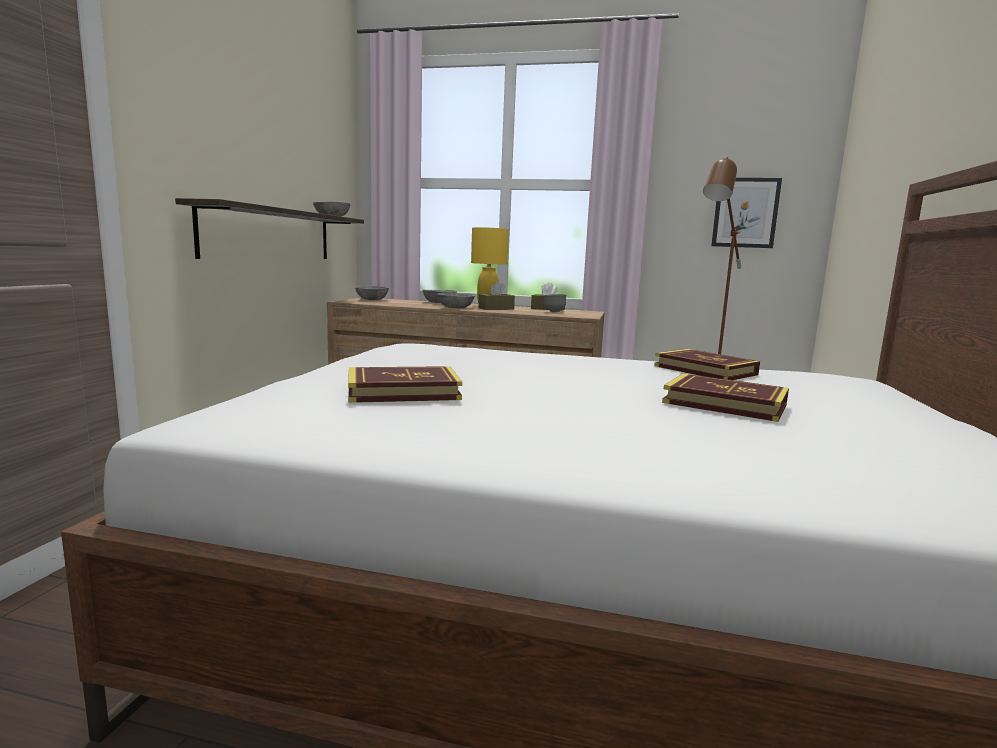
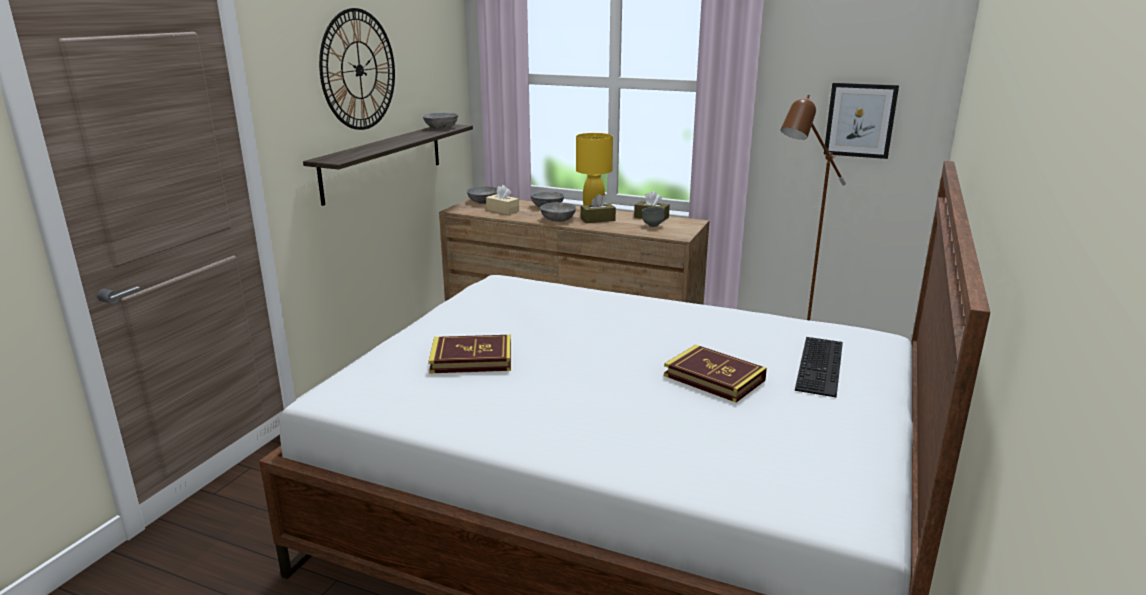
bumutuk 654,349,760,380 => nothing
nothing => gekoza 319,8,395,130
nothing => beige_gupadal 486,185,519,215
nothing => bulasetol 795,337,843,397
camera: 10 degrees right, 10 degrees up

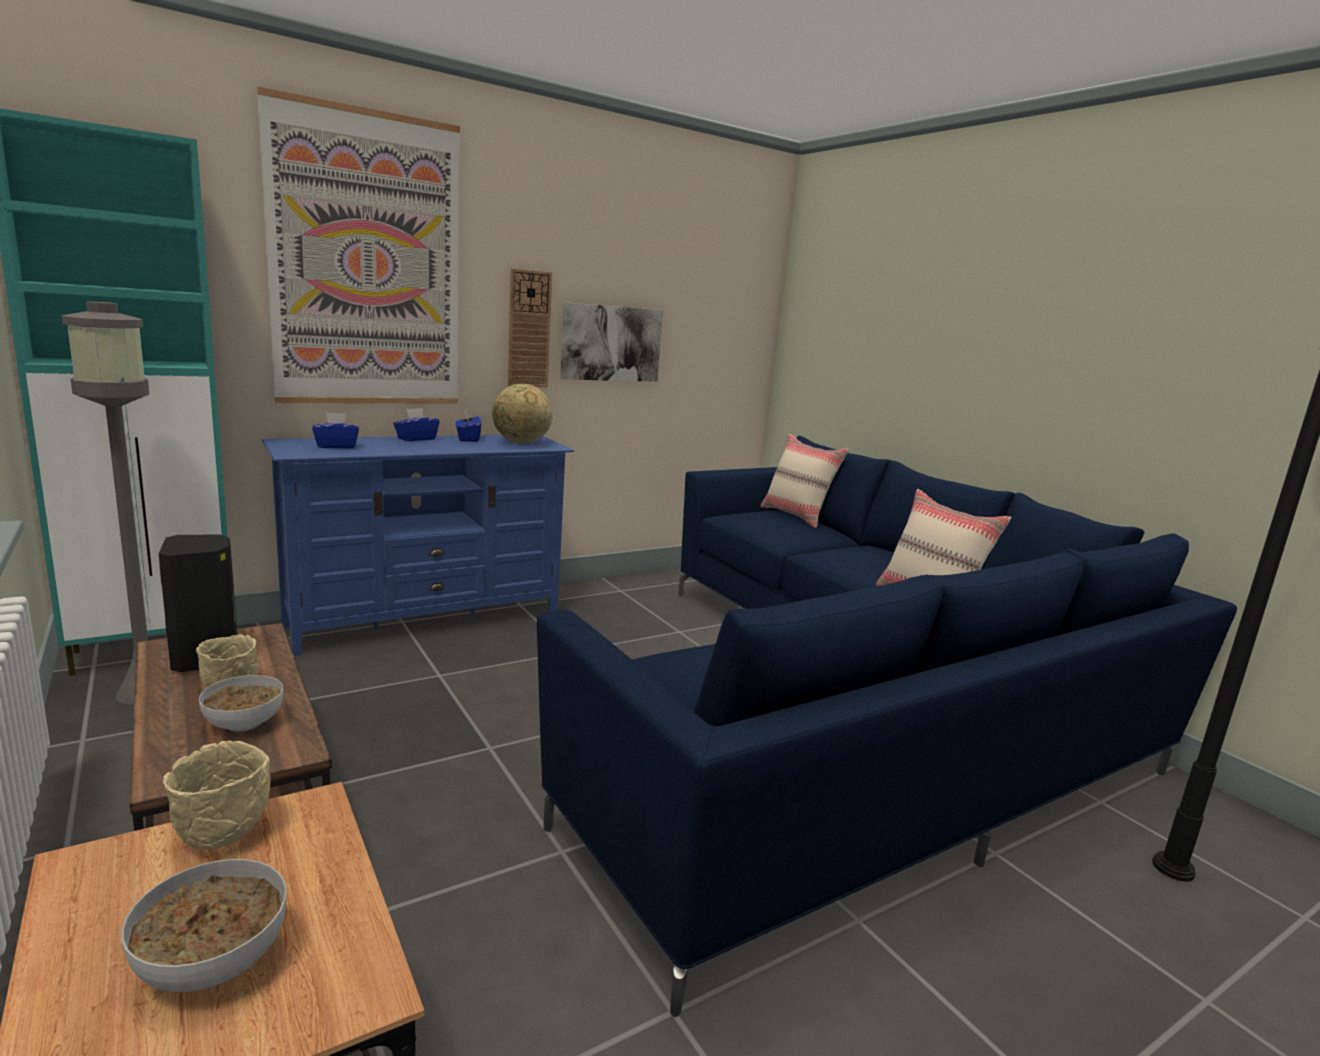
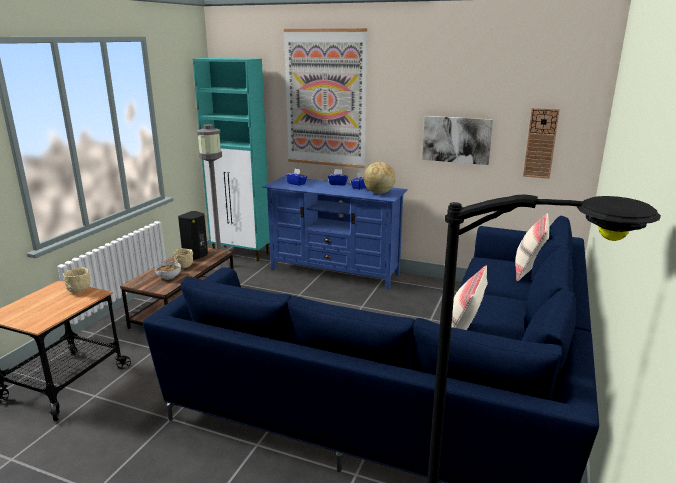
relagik 121,859,287,992 => nothing
gekoza 508,268,552,387 => gekoza 523,108,560,179, shifted
camera: 55 degrees right, 5 degrees up

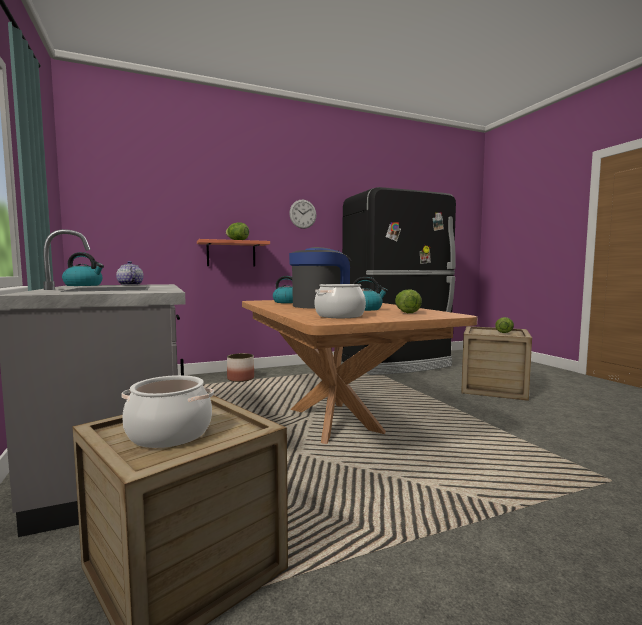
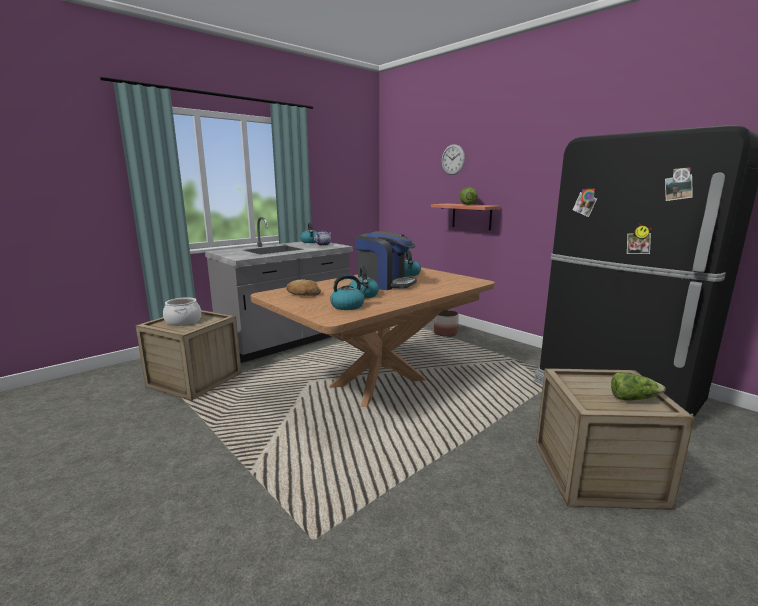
gekoza 289,200,316,229 => gekoza 442,144,465,175, shifted
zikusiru 315,284,366,318 => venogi 286,279,321,296
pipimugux 395,289,422,313 => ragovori 330,274,369,310
camera: 70 degrees right, 10 degrees up

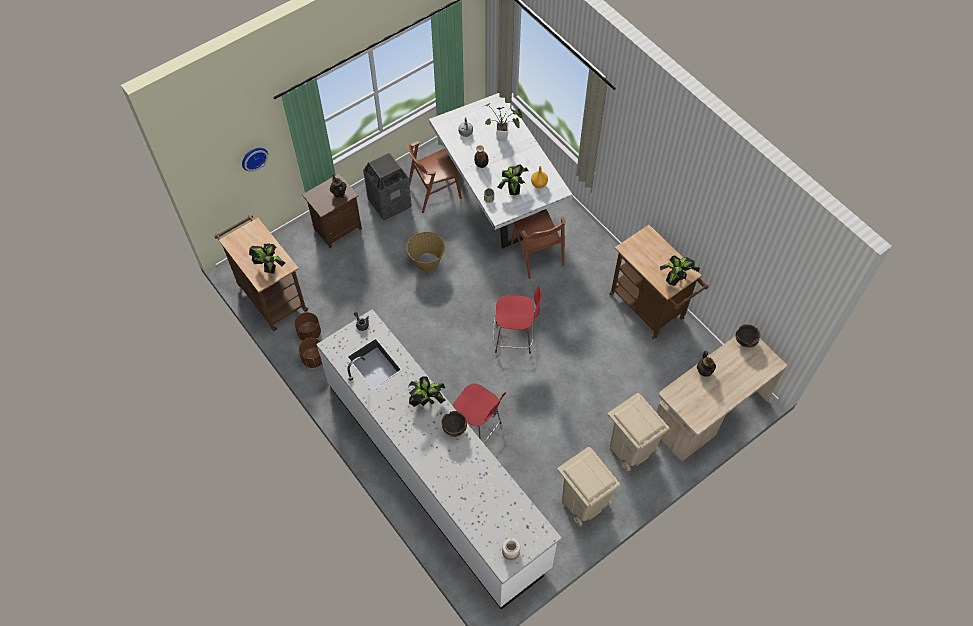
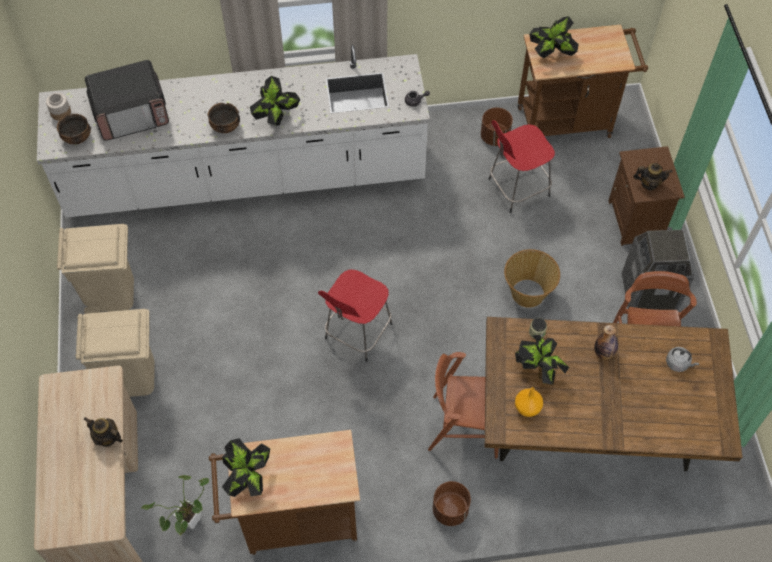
gekoza 242,148,268,172 => nothing
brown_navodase 299,338,322,368 => brown_navodase 433,481,471,526, shifted
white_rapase 429,93,573,249 => brown_rapase 485,317,742,471
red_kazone 453,383,506,443 => red_kazone 488,120,555,213, shifted
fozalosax 483,103,523,141 => fozalosax 141,475,209,536, shifted
relagik 736,324,761,348 => relagik 57,114,91,144, shifted
nothing => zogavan 85,60,169,141
camera: 120 degrees right, 0 degrees up

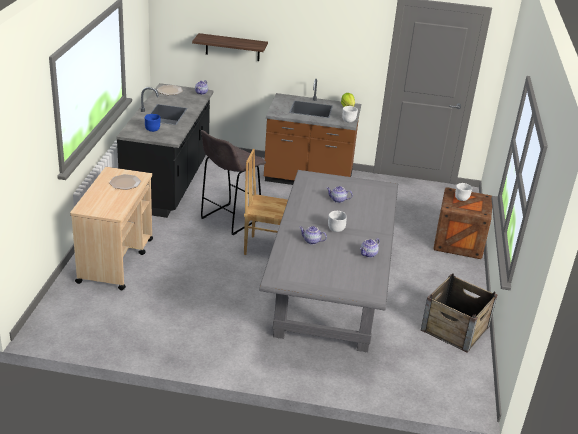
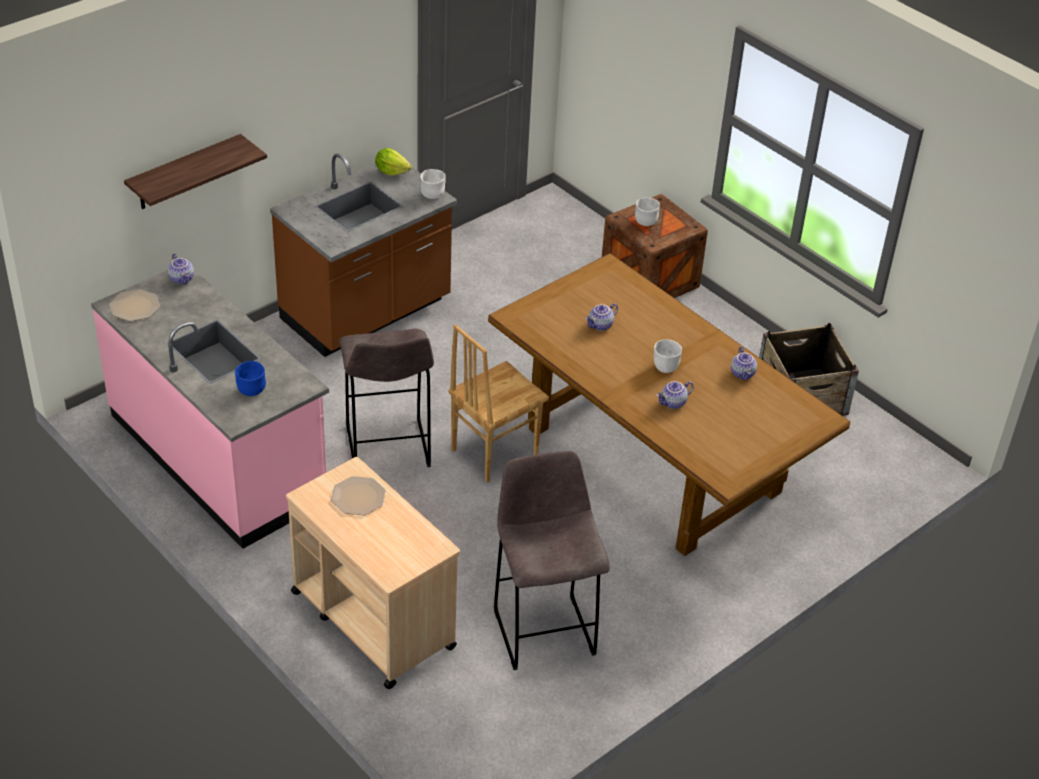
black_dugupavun 117,83,214,218 => pink_dugupavun 91,270,329,549
grey_rapase 259,170,398,352 => brown_rapase 488,253,851,556
nothing => grey_kazone 494,451,610,670
camera: 50 degrees left, 10 degrees up

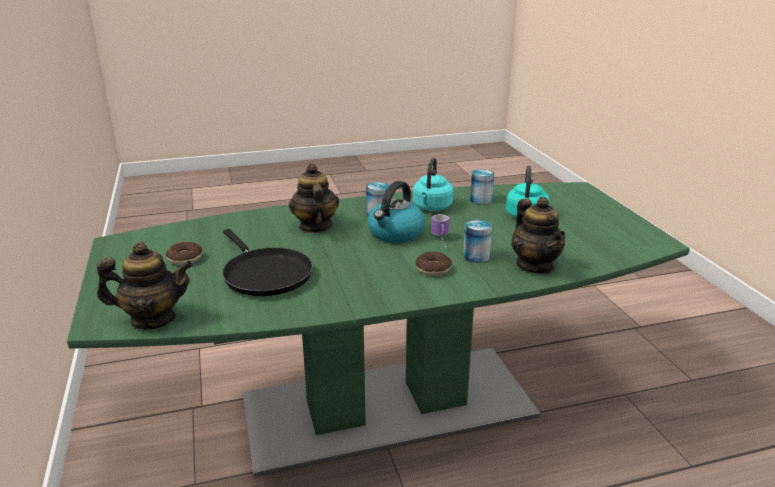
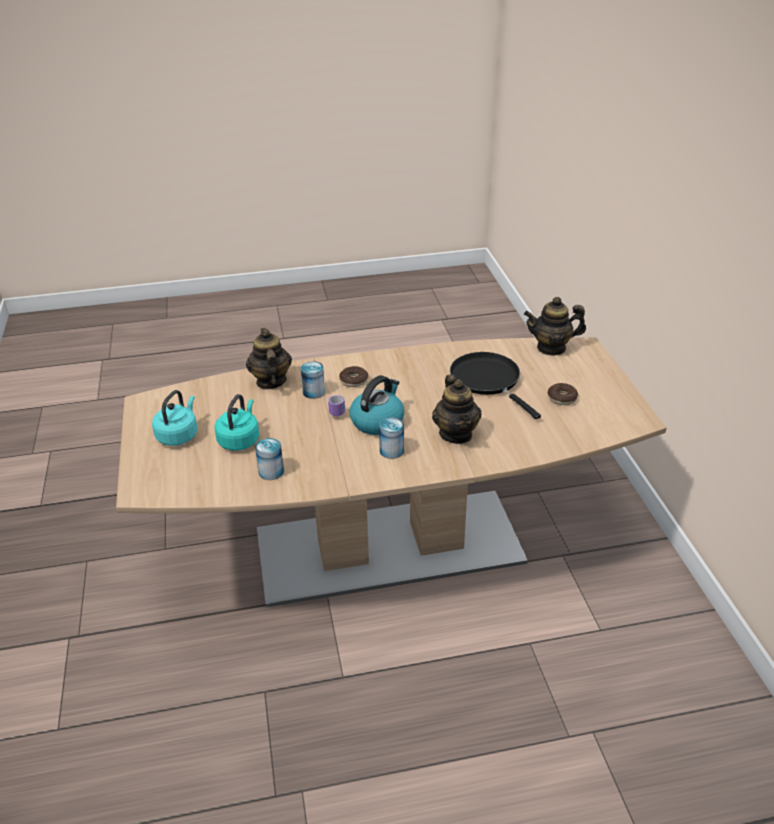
green_rapase 67,182,690,477 => brown_rapase 116,337,667,607
turquoise_ragovori 413,158,453,211 => turquoise_ragovori 152,390,197,446, shifted
camera: 175 degrees left, 10 degrees up

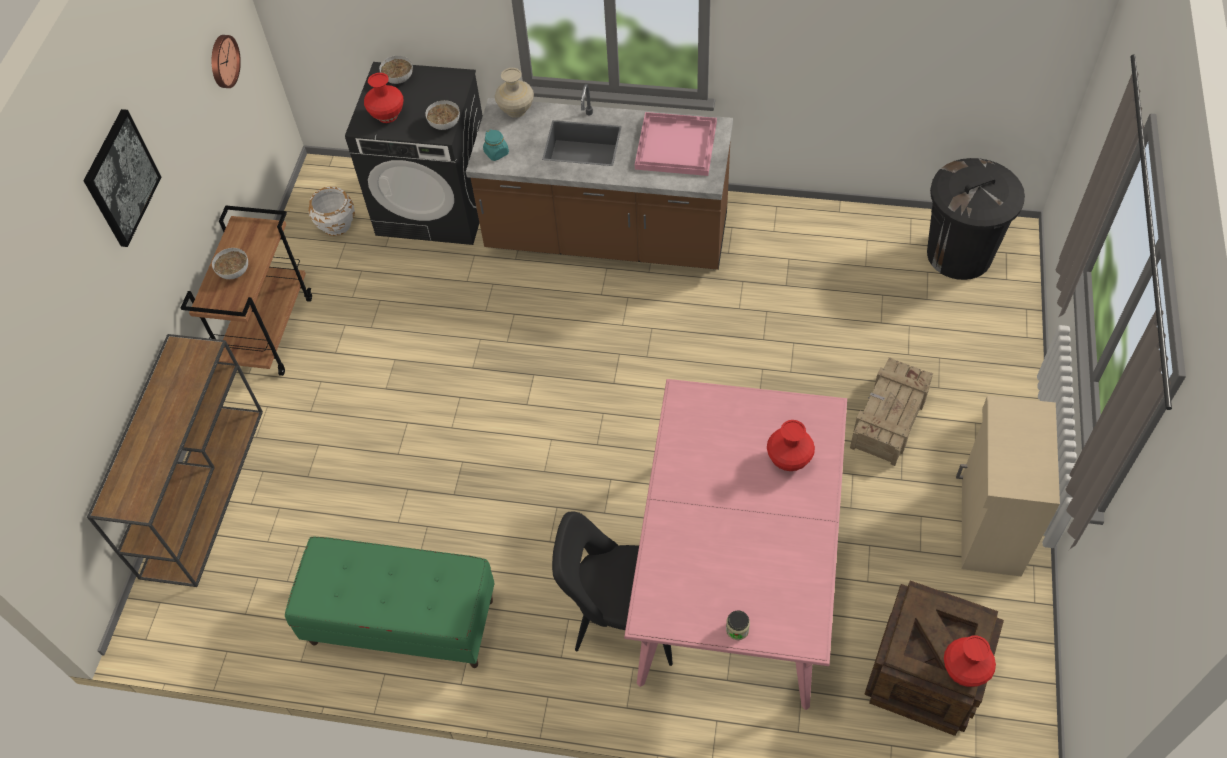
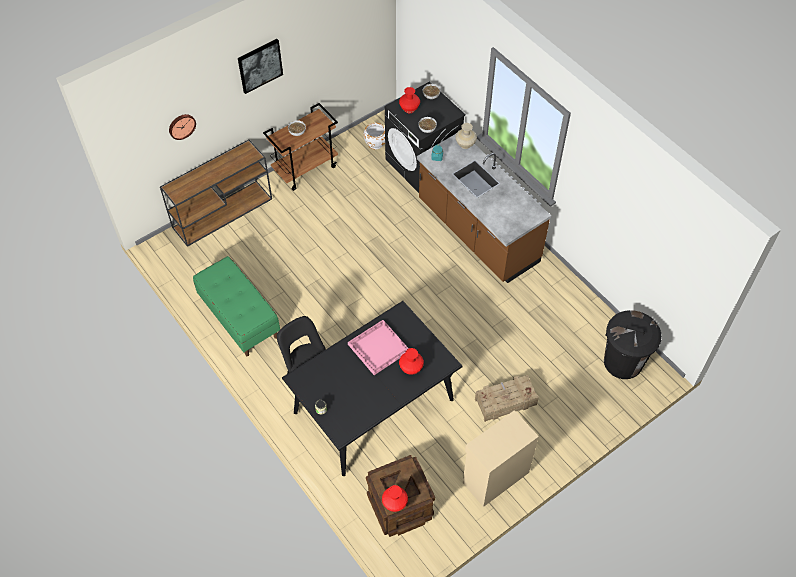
gekoza 212,35,241,88 => gekoza 169,114,196,140, shifted
pink_rapase 624,379,847,710 => black_rapase 282,301,463,476
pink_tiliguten 635,112,717,176 => pink_tiliguten 348,320,409,375, shifted
camera: 40 degrees right, 0 degrees up

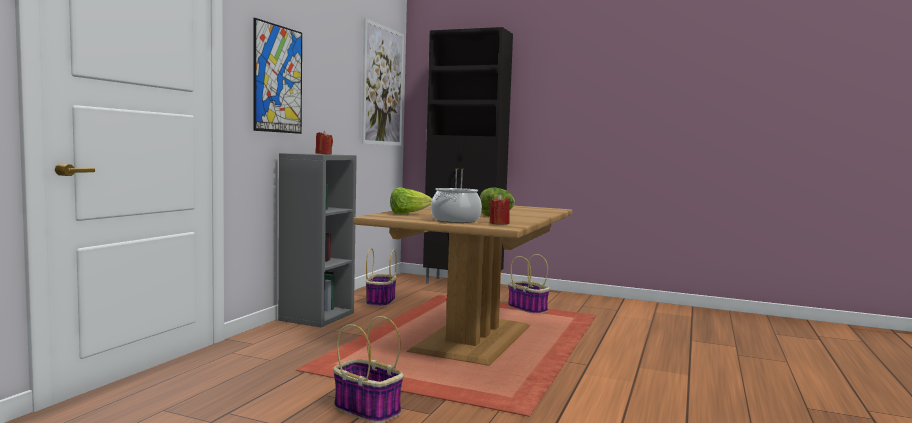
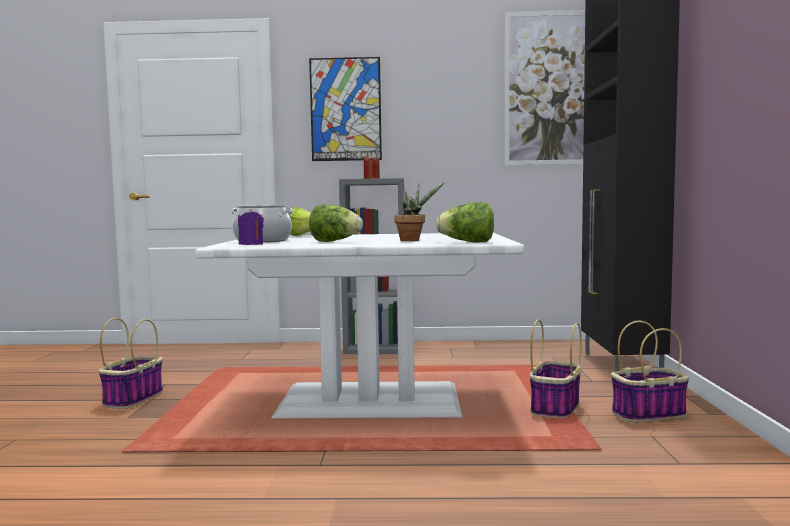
brown_rapase 353,205,572,366 => white_rapase 195,233,524,418
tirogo 366,248,397,307 => tirogo 611,321,689,422, shifted
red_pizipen 490,194,510,224 => purple_pizipen 238,209,264,245
nothing => fozalosax 394,183,444,241
nothing => pipimugux 436,202,494,243
camera: 70 degrees right, 0 degrees up

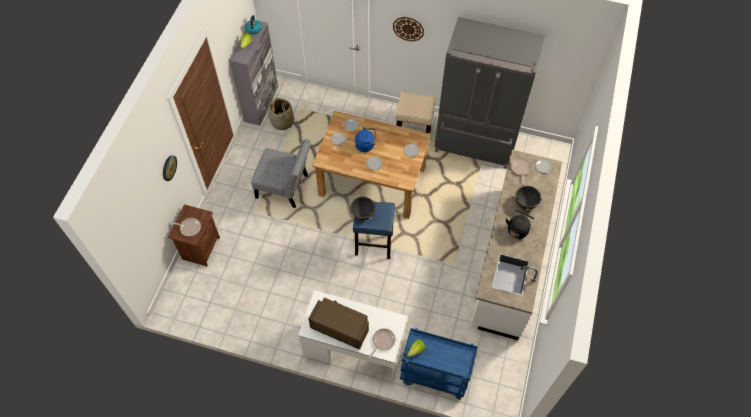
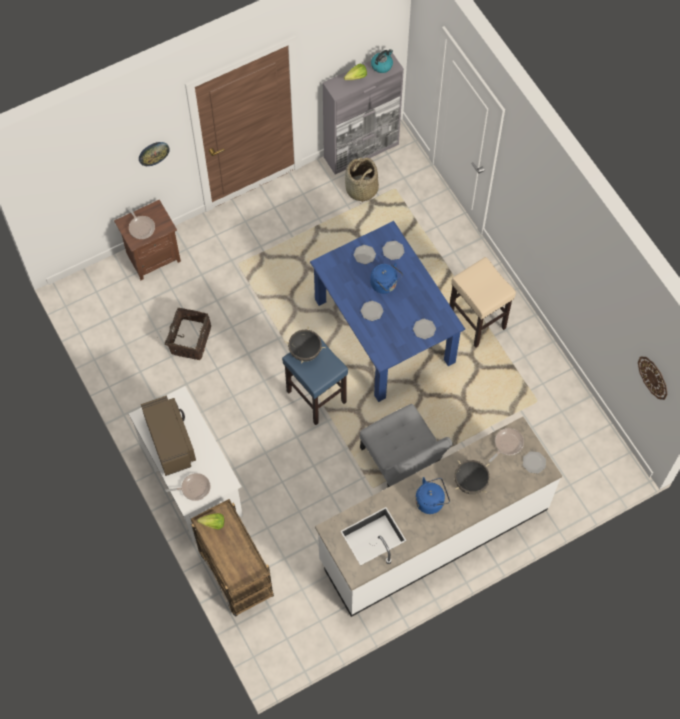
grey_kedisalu 251,139,311,208 => grey_kedisalu 360,404,453,487, shifted
brown_rapase 312,111,431,219 => blue_rapase 310,221,465,402
gekoza 393,17,424,42 => gekoza 638,357,667,400, shifted
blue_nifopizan 400,328,478,400 => brown_nifopizan 191,499,274,617
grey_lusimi 435,17,545,169 => nothing
black_ragovori 506,210,534,239 => blue_ragovori 415,477,450,514
nothing => tirogo 165,308,211,360
camera: 45 degrees right, 5 degrees up

